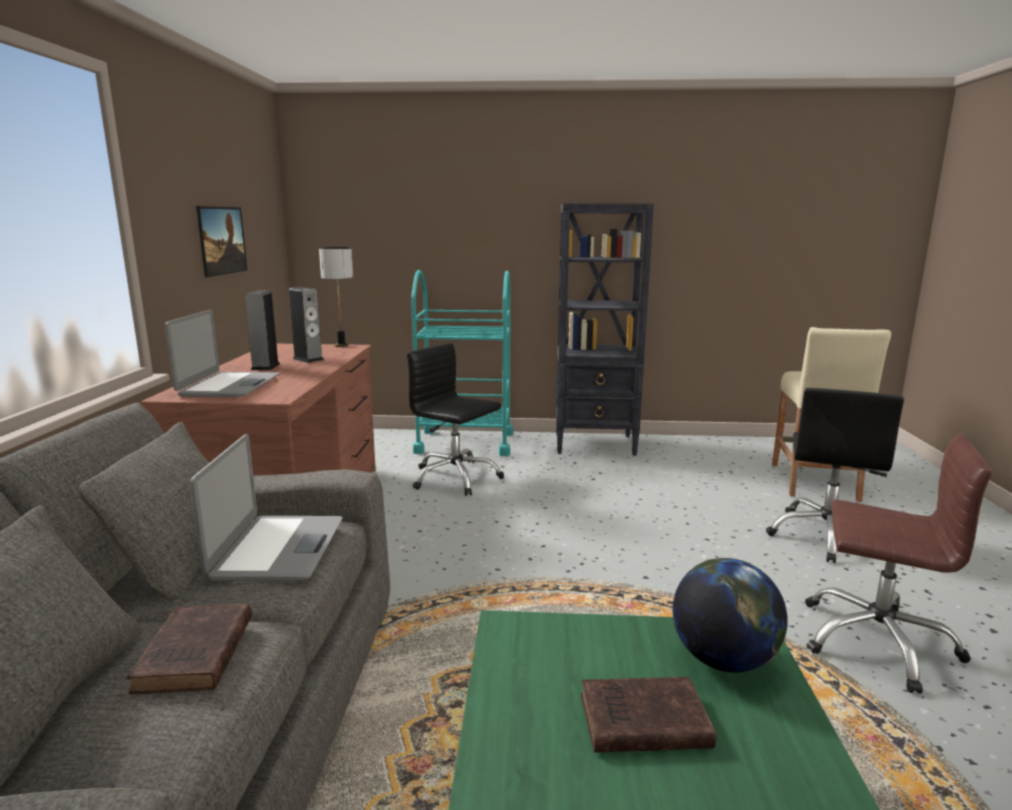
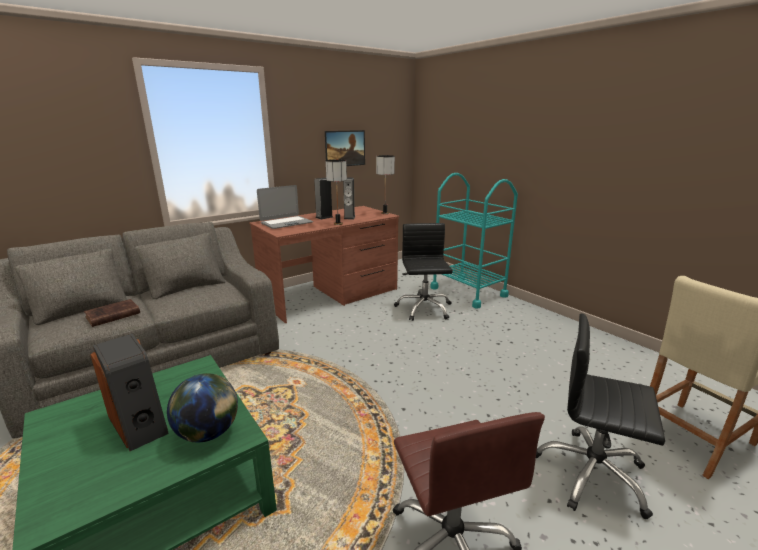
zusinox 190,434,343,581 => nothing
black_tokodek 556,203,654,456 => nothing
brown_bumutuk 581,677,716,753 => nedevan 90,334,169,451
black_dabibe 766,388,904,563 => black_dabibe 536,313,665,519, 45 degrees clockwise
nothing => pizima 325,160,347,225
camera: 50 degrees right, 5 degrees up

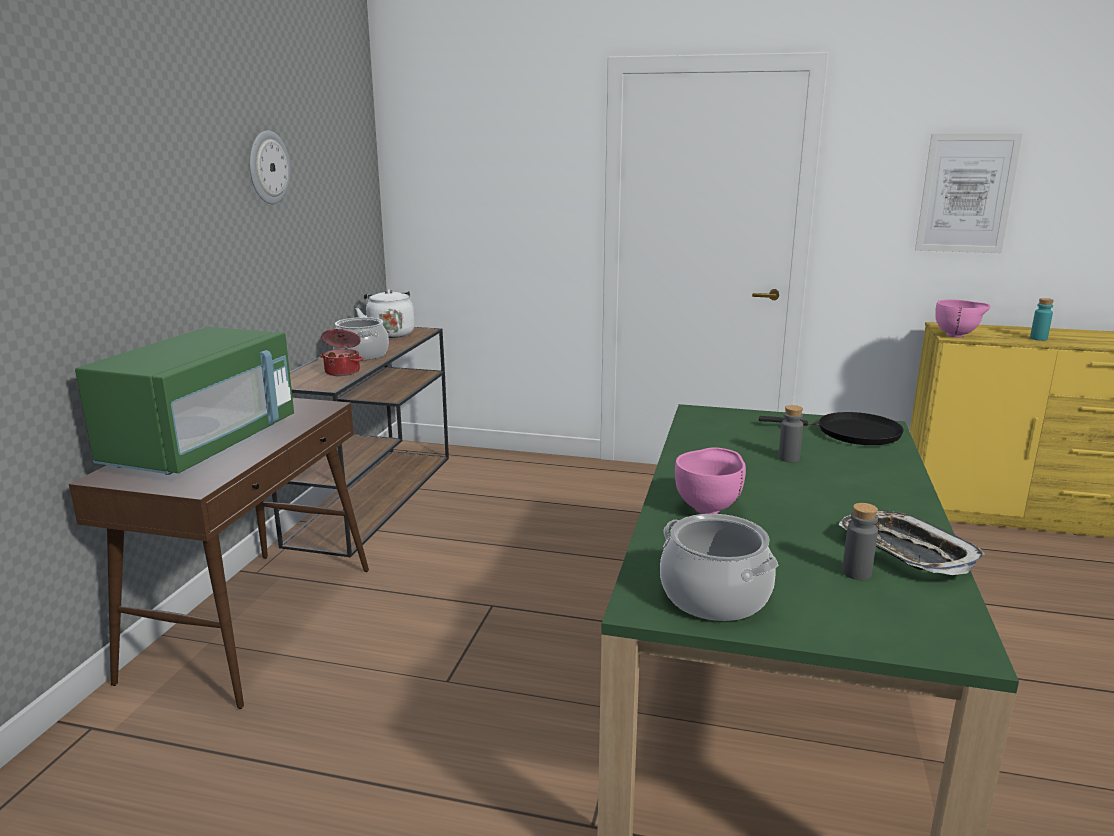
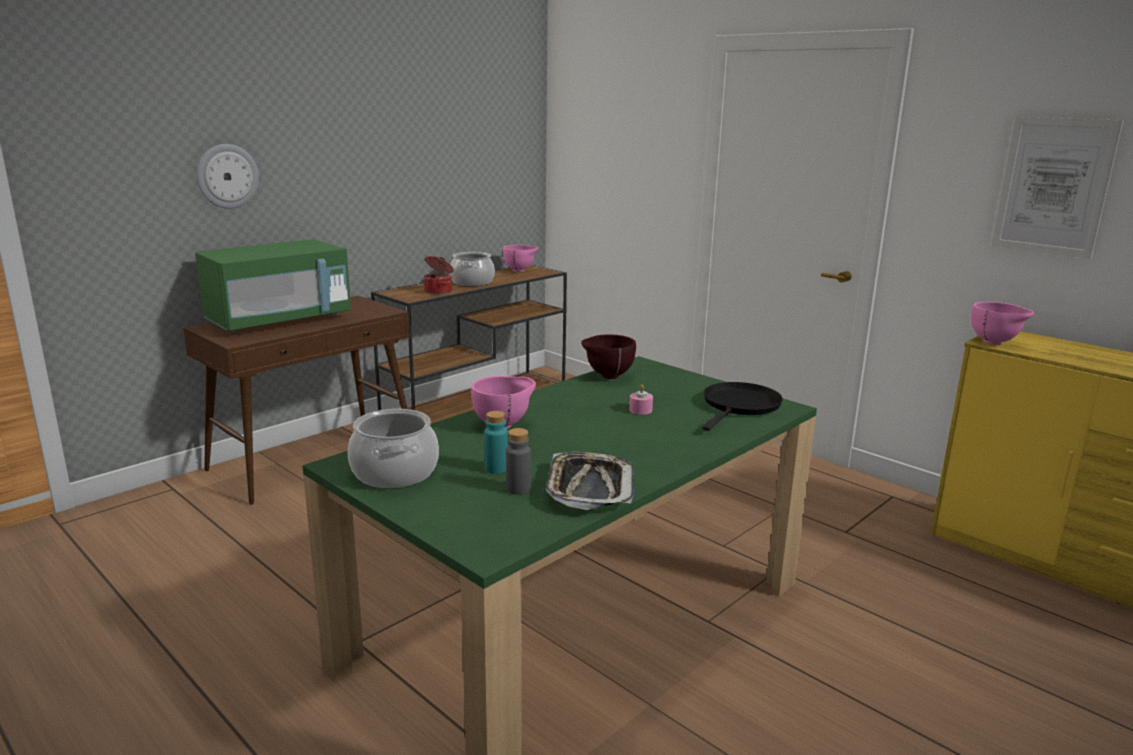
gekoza 249,130,291,204 => gekoza 197,144,259,209, shifted
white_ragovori 355,289,415,338 => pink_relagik 503,245,538,272
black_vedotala 759,412,904,445 => black_vedotala 702,382,783,431, 105 degrees counterclockwise
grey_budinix 778,405,803,462 => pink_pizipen 629,384,653,415
turquoise_budinix 1030,298,1054,341 => turquoise_budinix 484,411,508,474, shifted
nothing => brown_relagik 581,334,636,379
camera: 30 degrees right, 0 degrees up

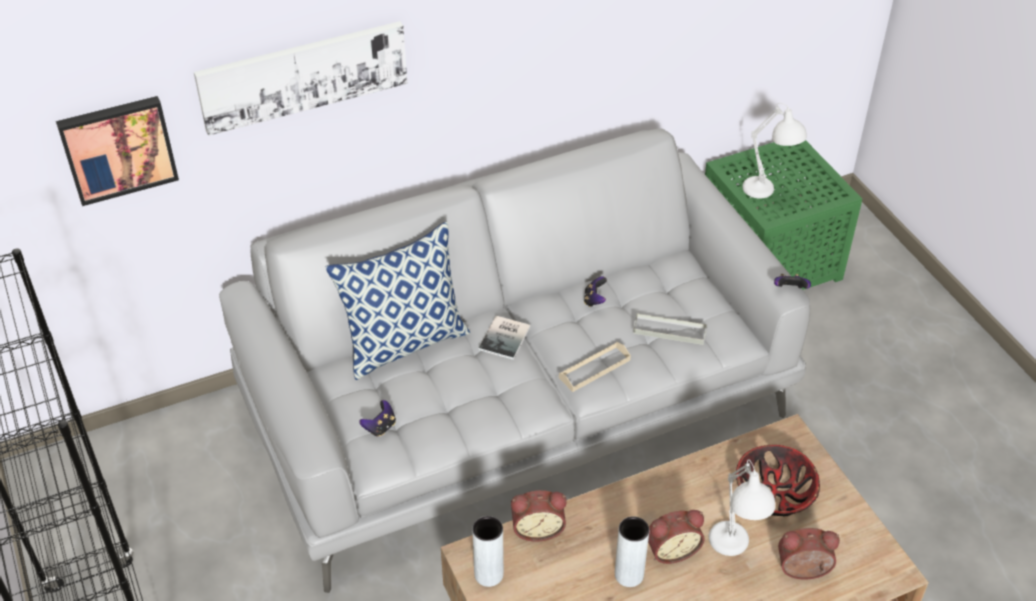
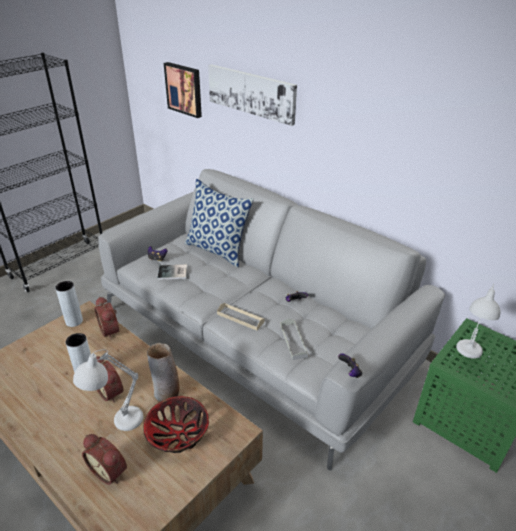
bumutuk 478,316,530,360 => bumutuk 158,265,187,280, shifted
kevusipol 778,528,840,580 => kevusipol 82,434,127,485, 150 degrees clockwise
nothing => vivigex 147,343,180,402
camera: 65 degrees right, 10 degrees down

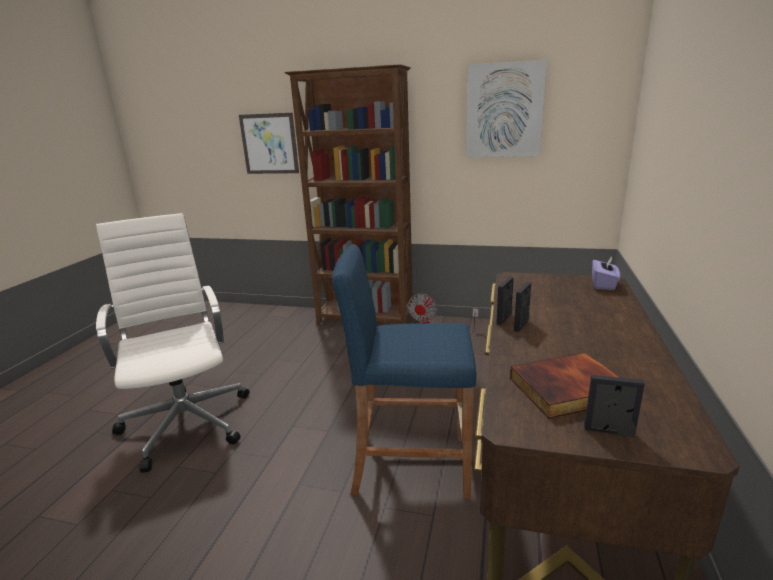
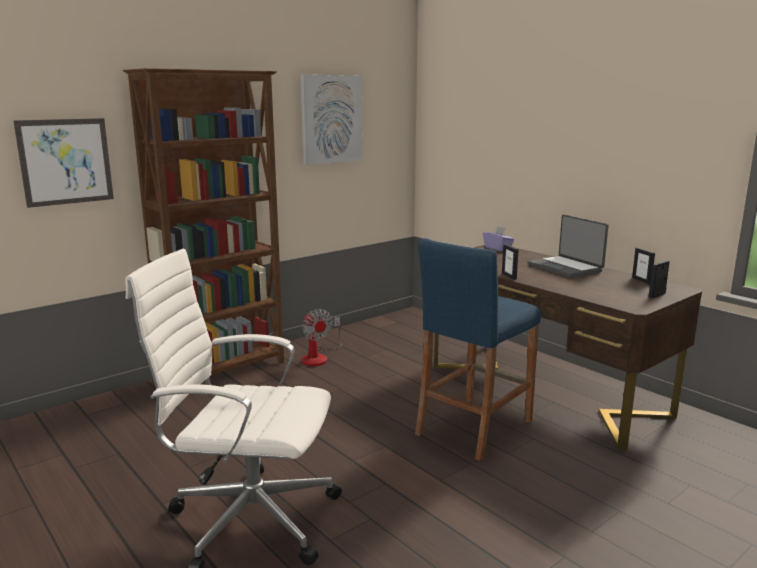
bumutuk 510,352,620,419 => nothing
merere 514,282,531,332 => merere 632,248,655,284, shifted
nothing => zusinox 527,215,609,278
camera: 55 degrees left, 5 degrees down

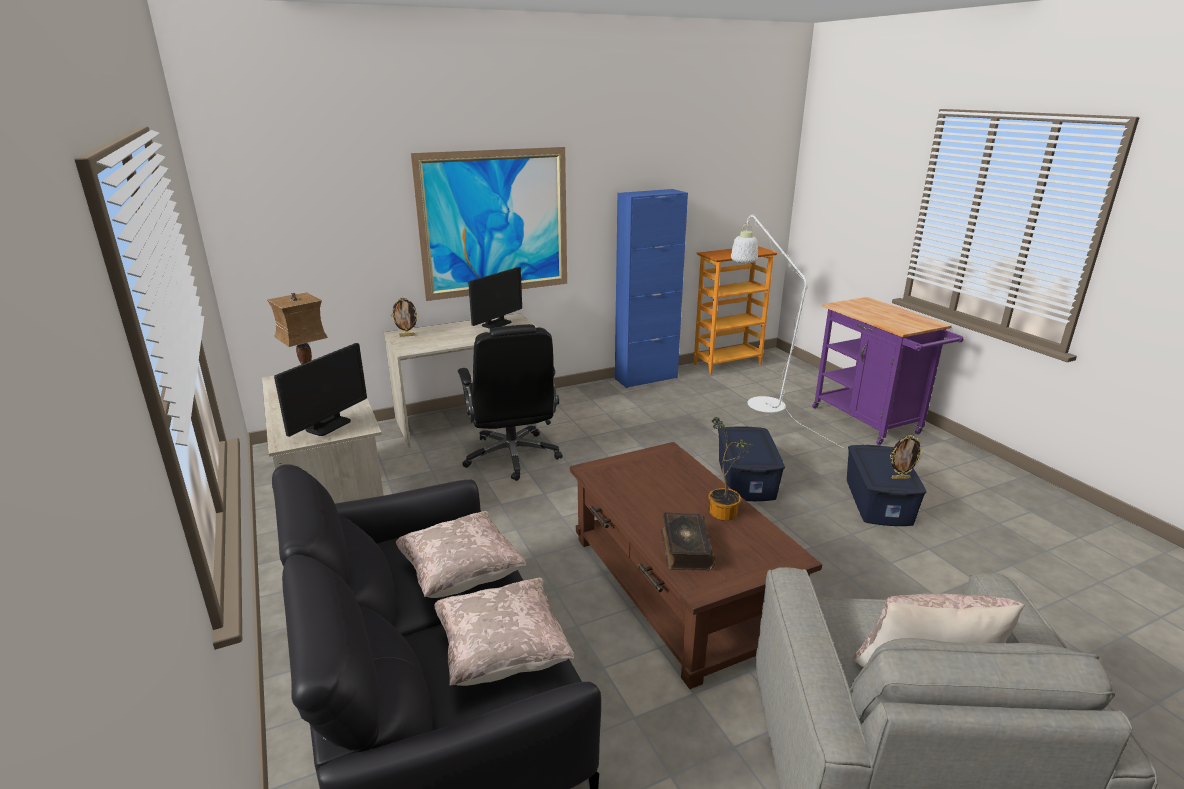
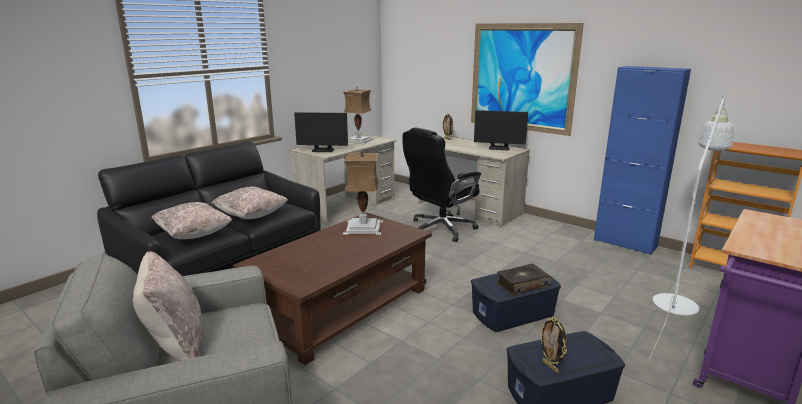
bumutuk 661,512,715,570 => bumutuk 496,264,551,296, shifted
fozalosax 708,417,753,521 => nothing
nothing => pizima 343,151,383,235
camera: 65 degrees right, 5 degrees down

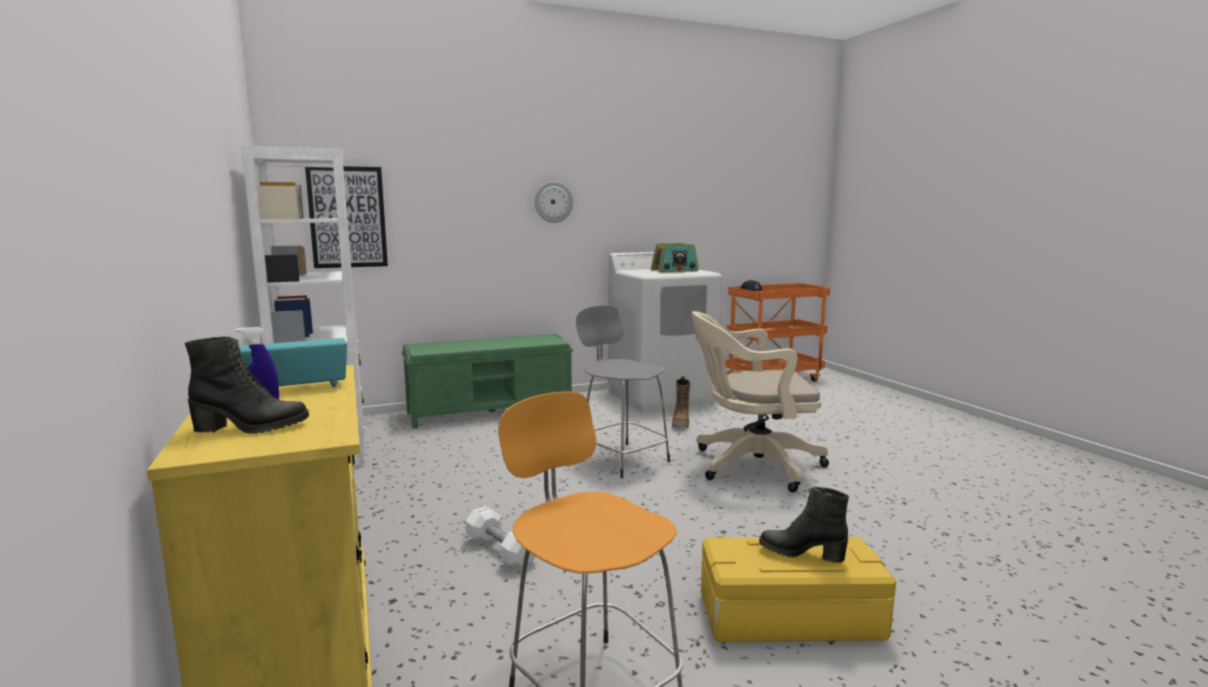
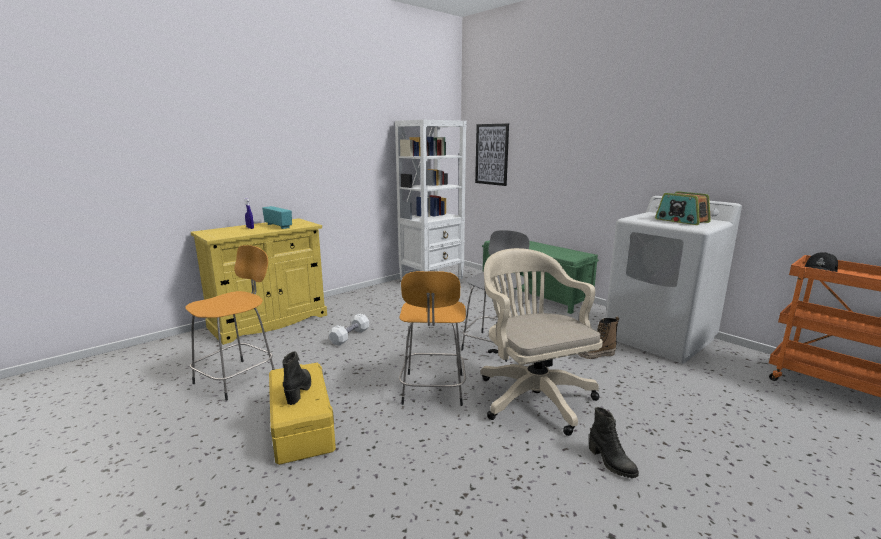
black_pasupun 185,336,309,434 => black_pasupun 589,407,639,478, shifted
gekoza 534,181,573,223 => nothing
nothing => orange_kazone 399,271,466,406
camera: 70 degrees right, 5 degrees up

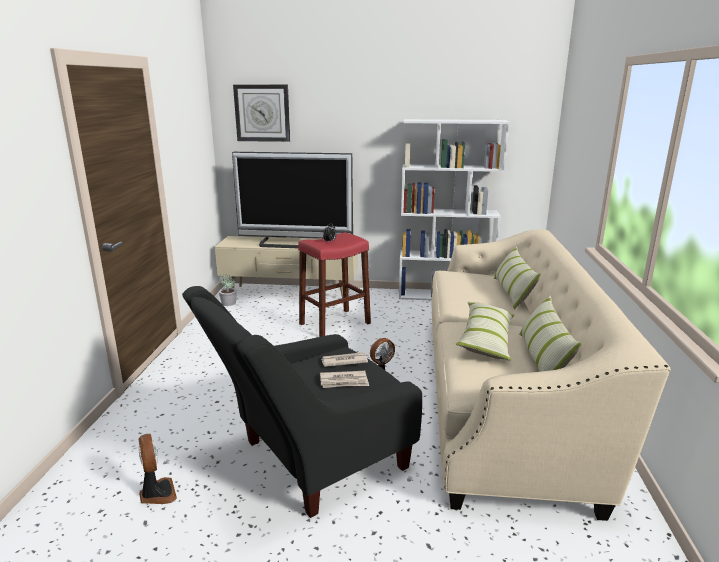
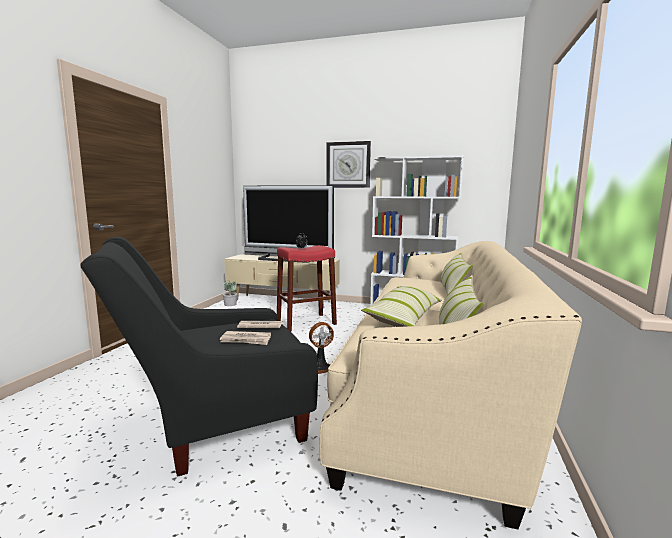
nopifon 138,434,177,504 => nothing
gekoza 233,84,290,142 => gekoza 326,141,371,188, shifted
camera: 10 degrees right, 10 degrees down

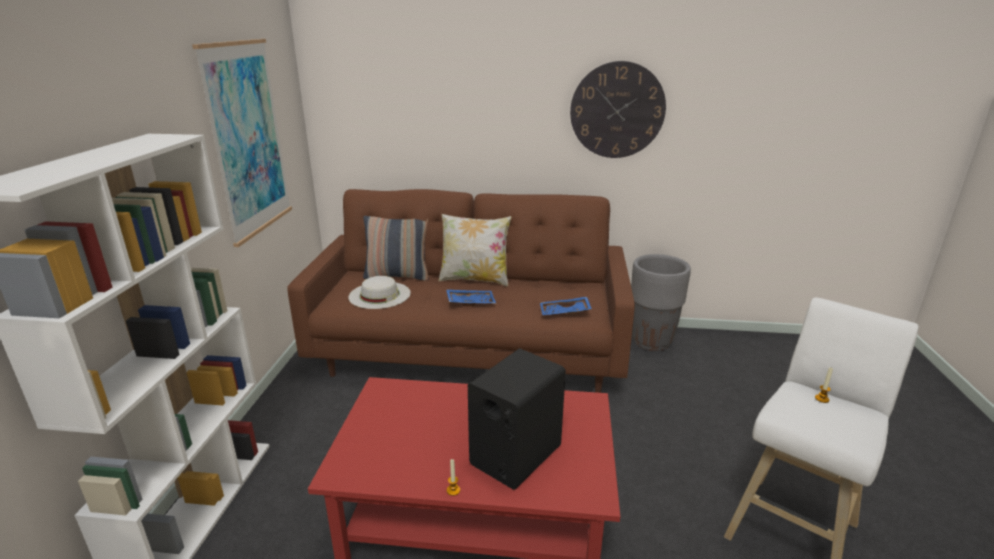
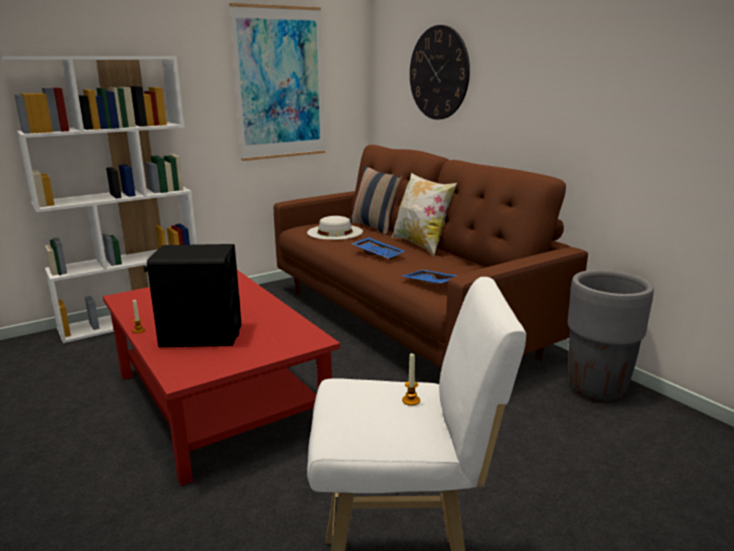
gekoza 570,61,666,158 => gekoza 410,25,470,120, shifted
camera: 50 degrees right, 5 degrees down

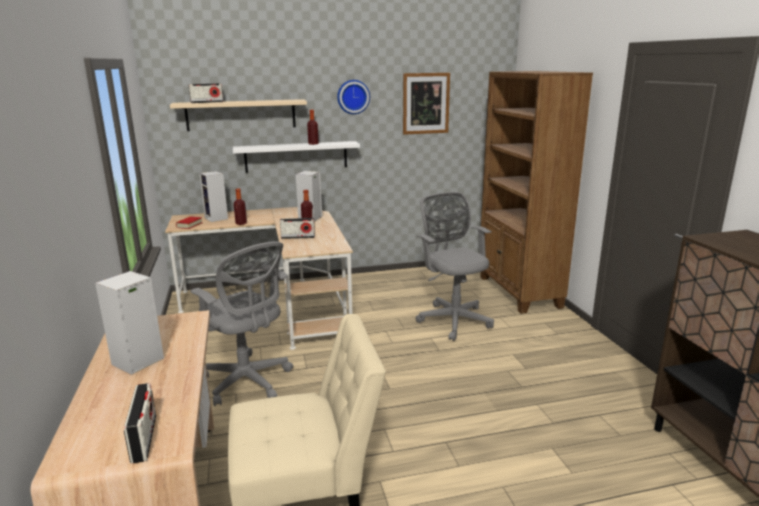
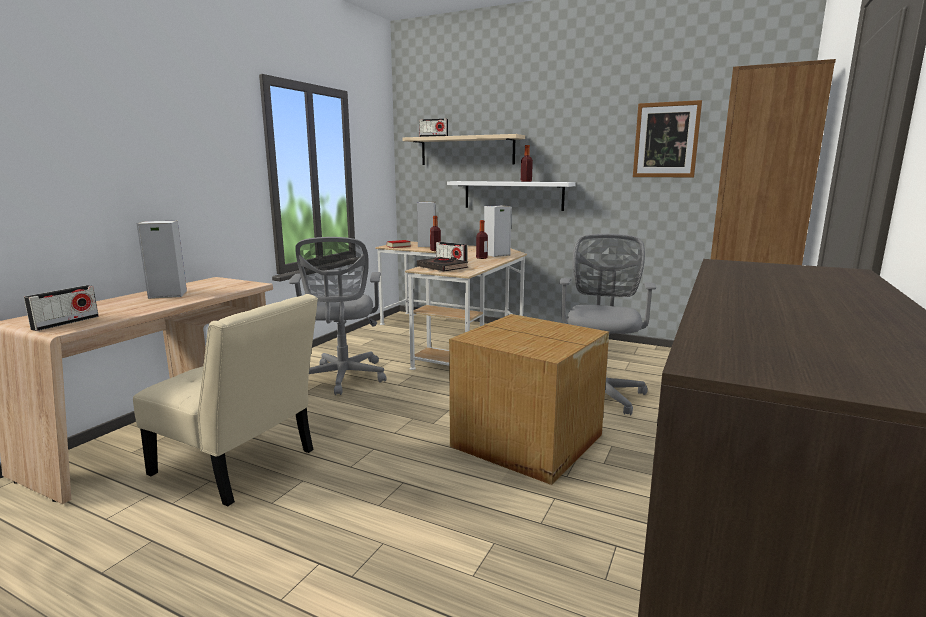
gekoza 337,80,370,114 => nothing
nothing => black_bumutuk 417,257,468,272
nothing => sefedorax 449,314,609,485
camera: 40 degrees right, 5 degrees down

